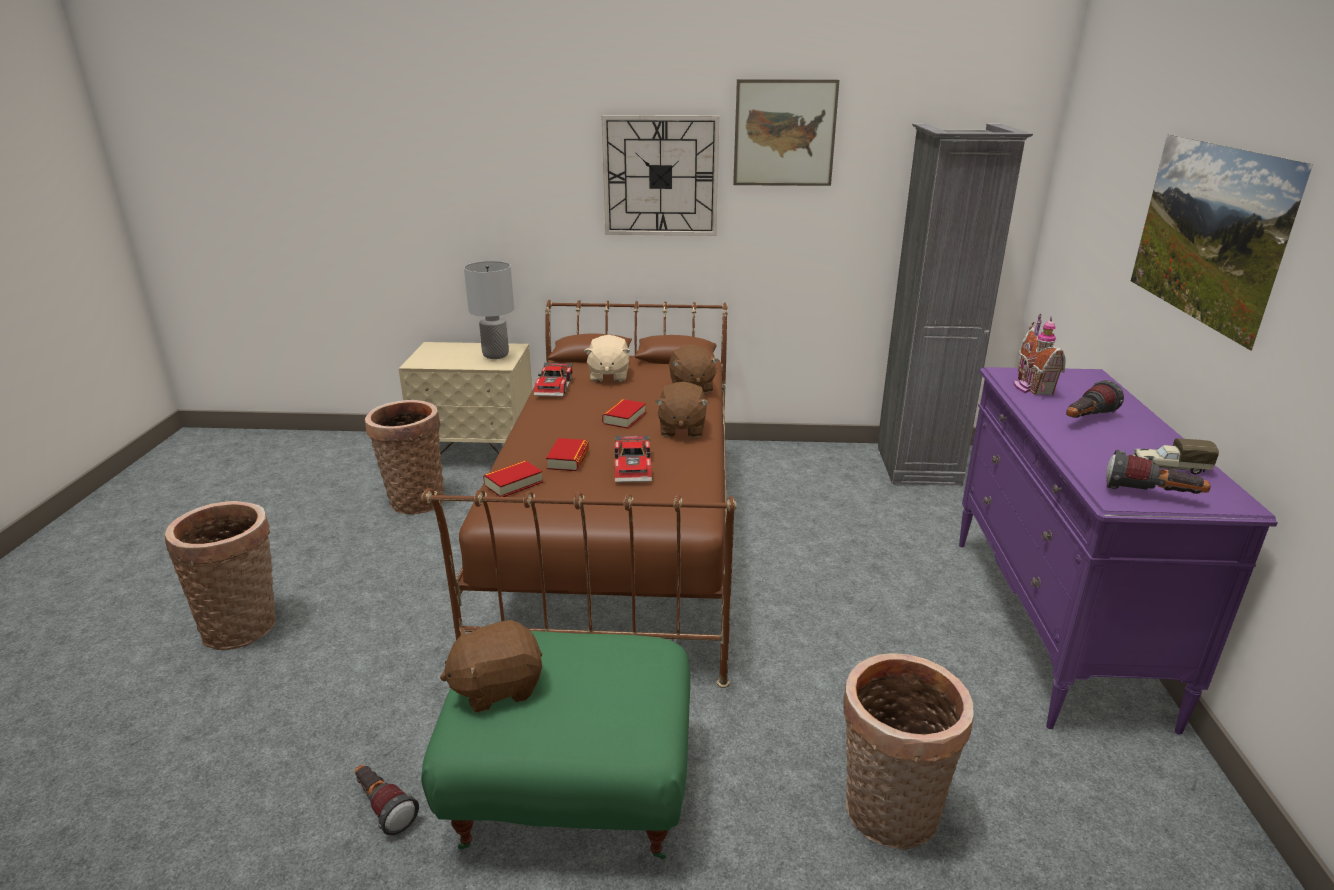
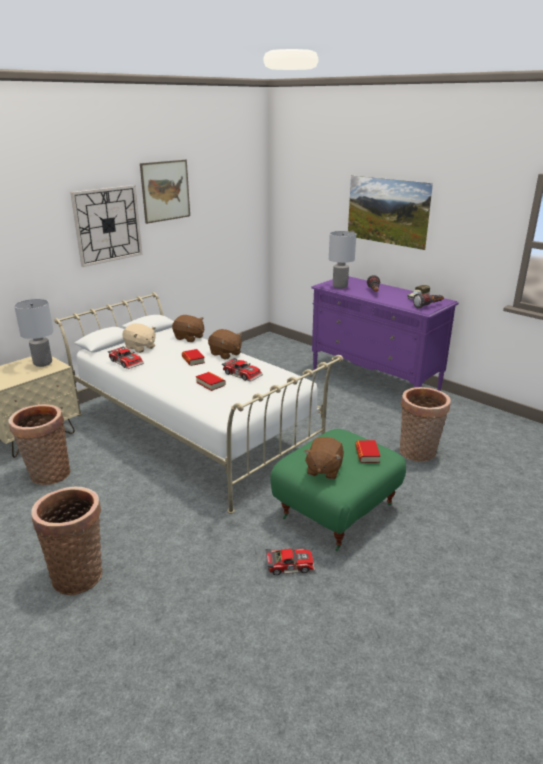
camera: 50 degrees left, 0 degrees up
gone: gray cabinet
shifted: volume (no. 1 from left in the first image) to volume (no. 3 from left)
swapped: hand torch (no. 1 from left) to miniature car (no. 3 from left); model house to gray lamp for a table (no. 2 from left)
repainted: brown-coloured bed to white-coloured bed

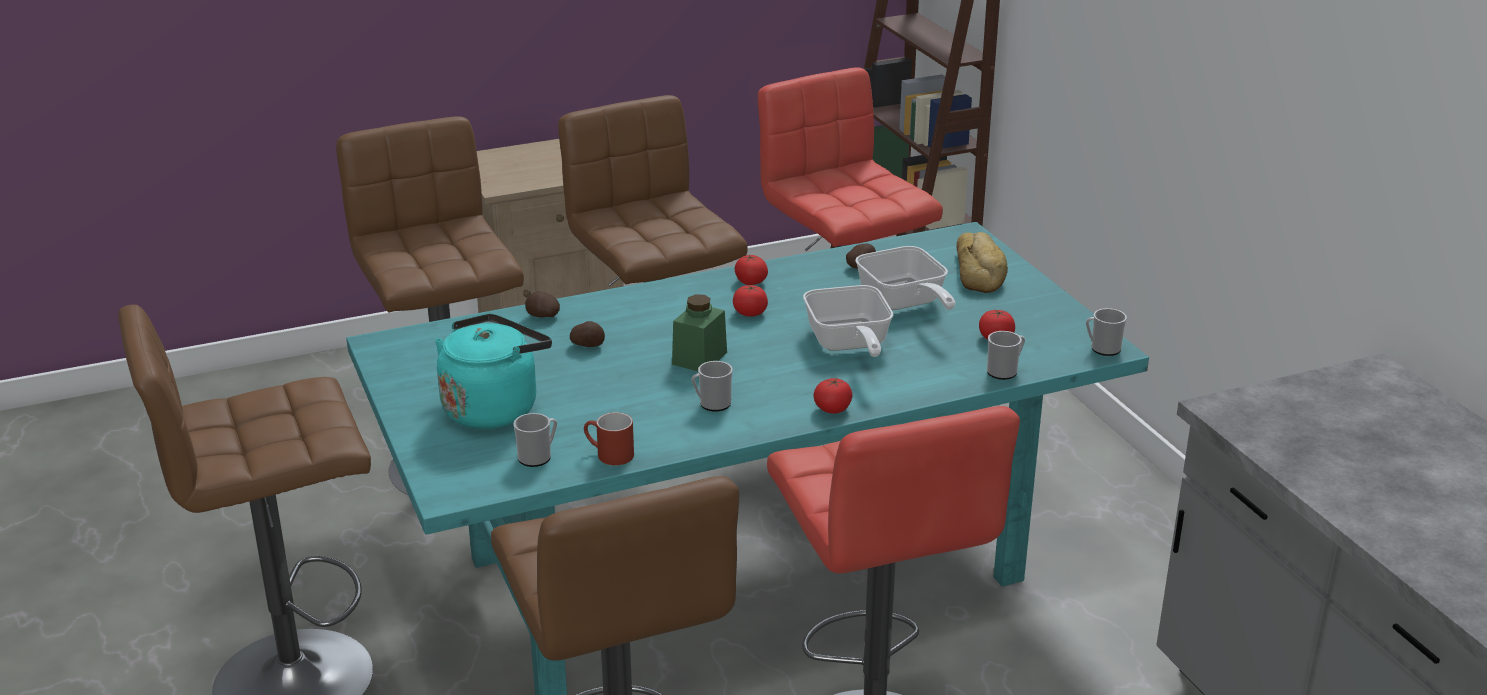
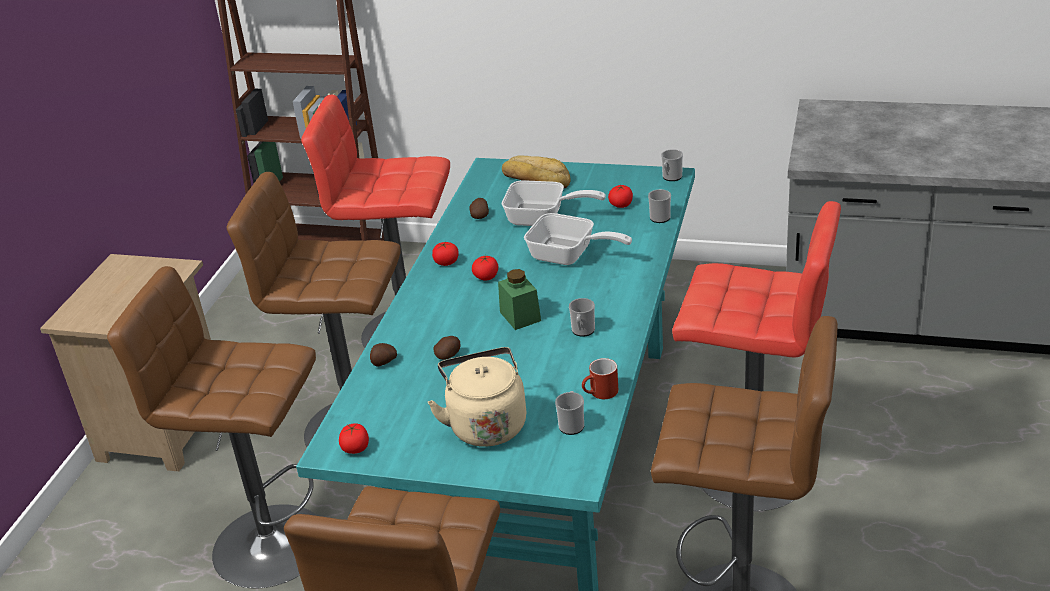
camera: 50 degrees left, 5 degrees up
shifted: fresh tomato (no. 3 from left in the first image) to fresh tomato (no. 1 from left)
repainted: turquoise-coloured tea kettle to sand-coloured tea kettle

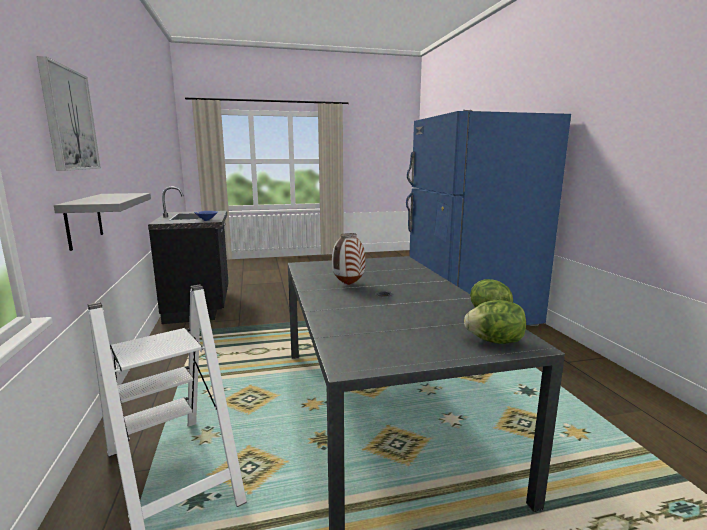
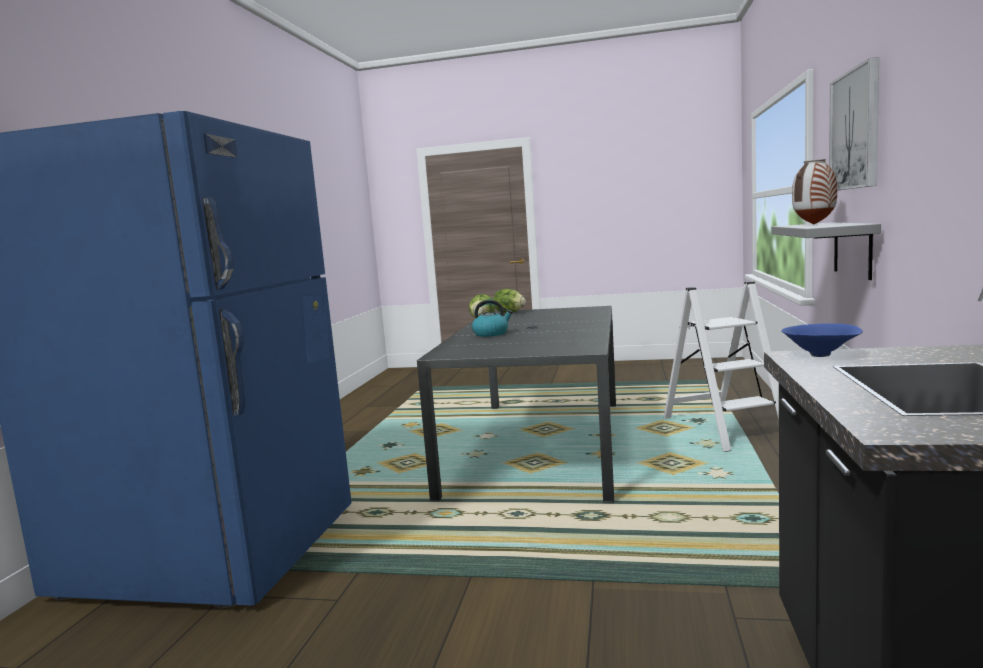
camera: 155 degrees left, 5 degrees down
new: tea kettle
shifted: vase

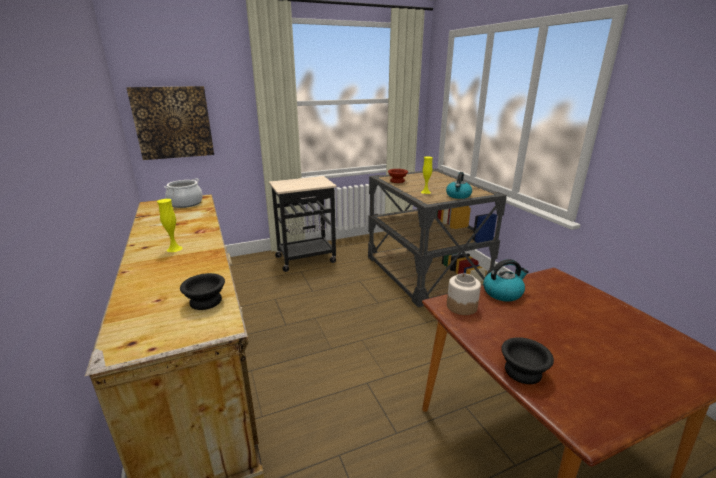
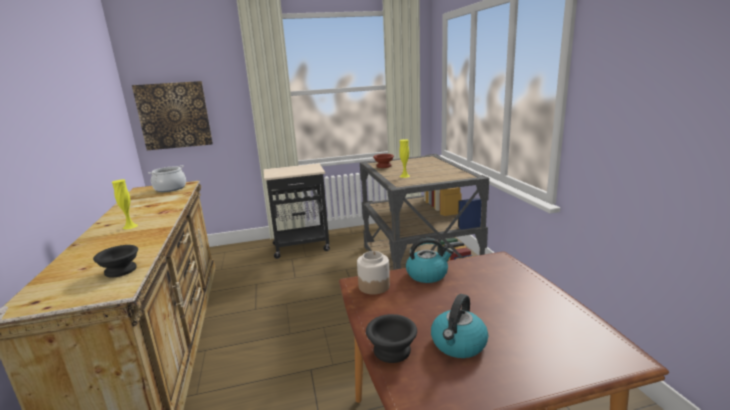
camera: 10 degrees right, 5 degrees down
shifted: tea kettle (no. 1 from left in the first image) to tea kettle (no. 2 from left)

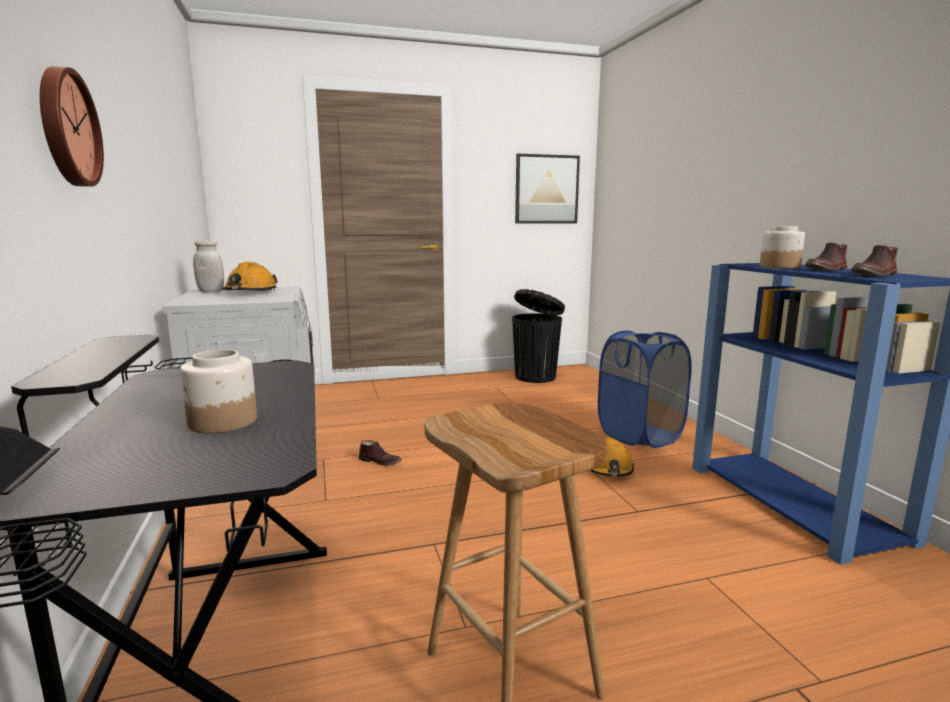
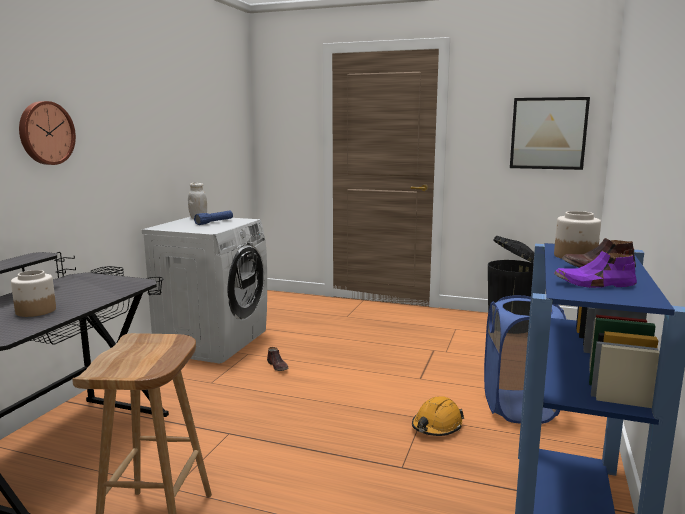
camera: 35 degrees right, 0 degrees up
swapped: orangey hard hat (no. 1 from left) to bluish hand torch
repainted: brown-coloured item of footwear (no. 3 from left) to purple-coloured item of footwear

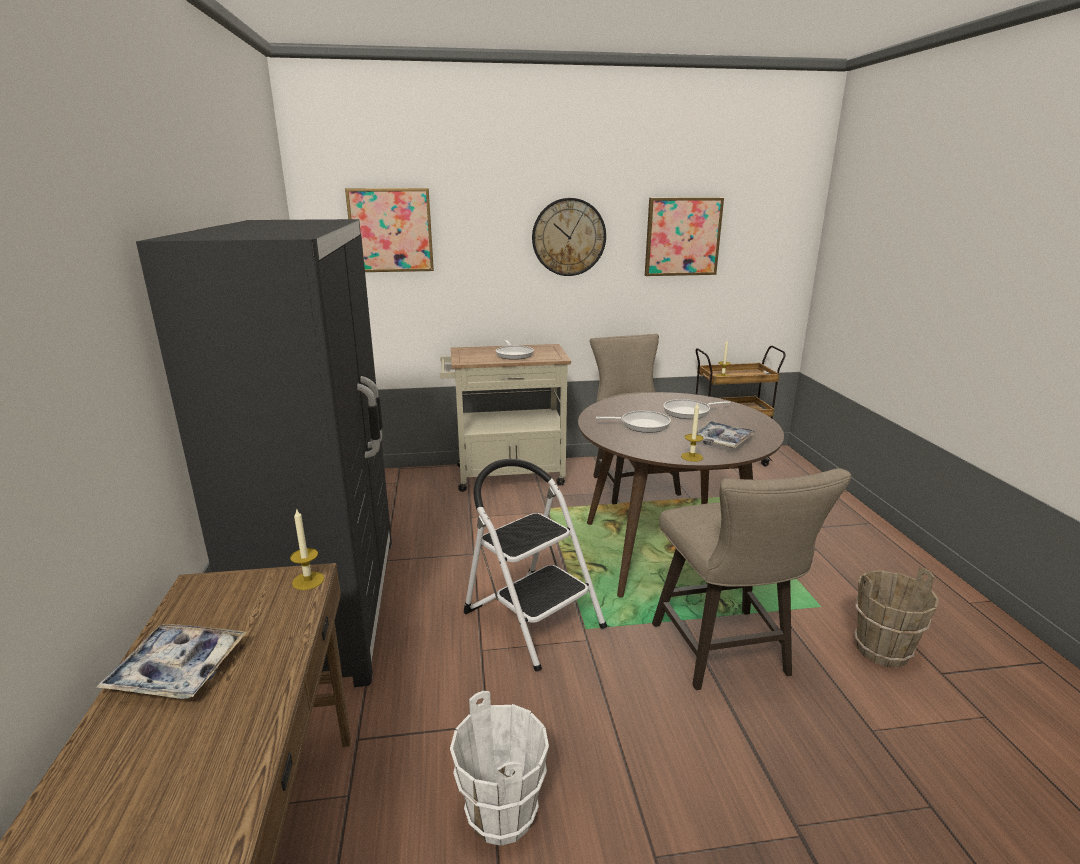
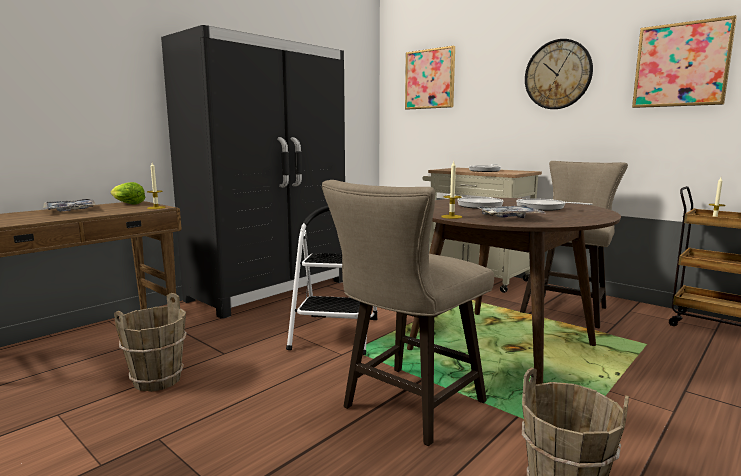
camera: 50 degrees right, 10 degrees down
new: lettuce head
repainted: white-coloured water bucket to brown-coloured water bucket (no. 1 from left)

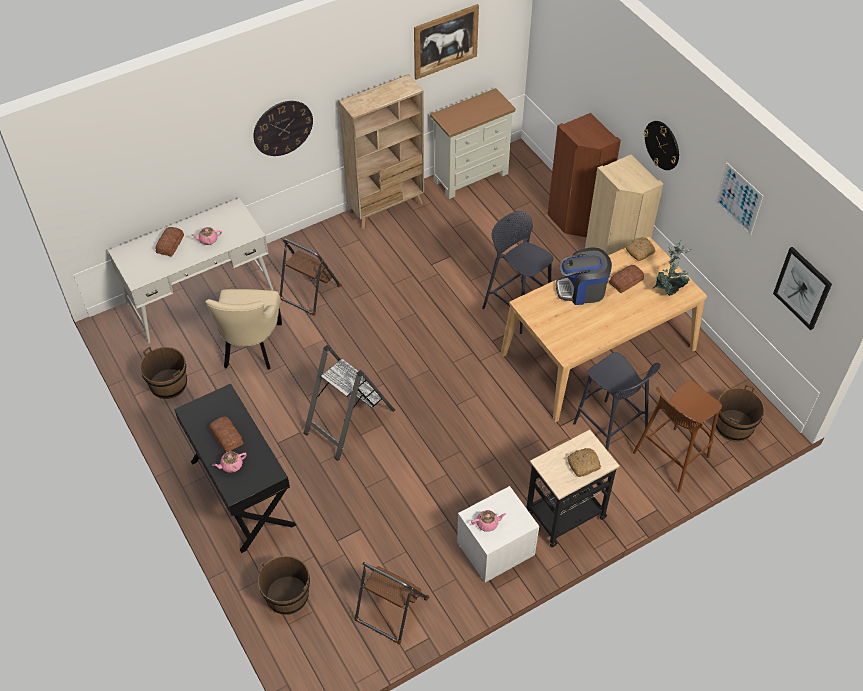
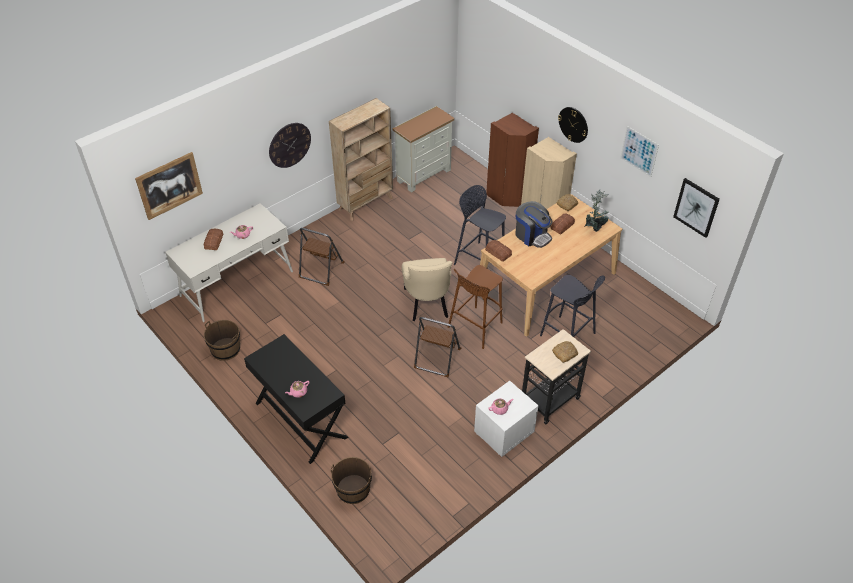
camera: 10 degrees left, 5 degrees down
gone: gray step ladder; brown-coloured water bucket (no. 3 from left)
shifted: picture (no. 1 from left); sand-coloured chair; brown-coloured step ladder (no. 2 from left); brown-coloured sitting stool; bakery bread (no. 2 from left)
rotated: coffee brewer 120 degrees counterclockwise

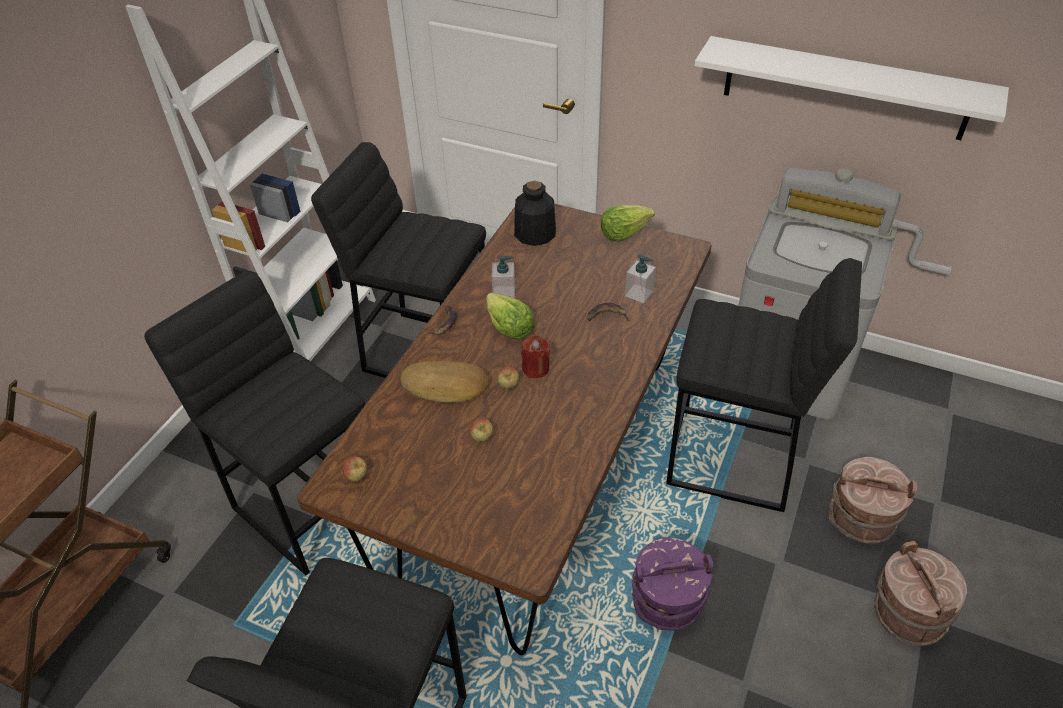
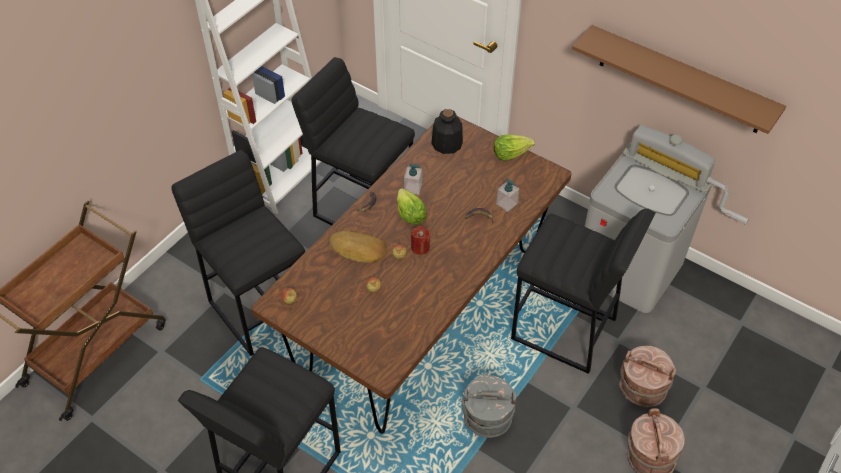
camera: 10 degrees right, 5 degrees up
repainted: purple-coloured water bucket to gray water bucket; white-coloured shelf to brown-coloured shelf

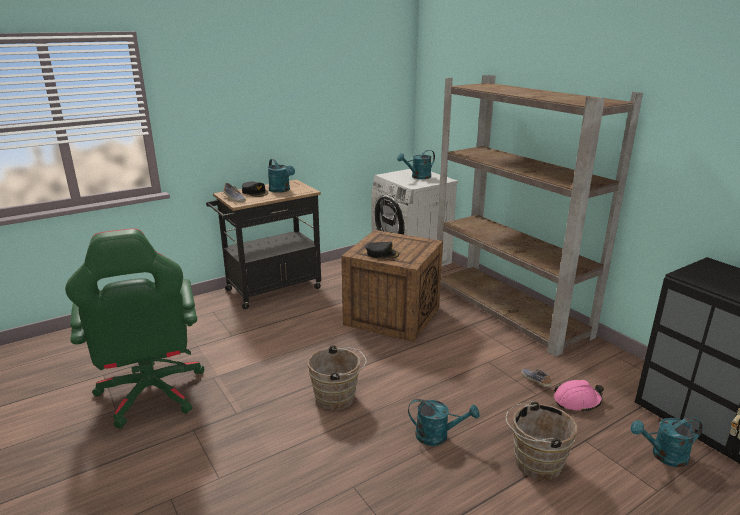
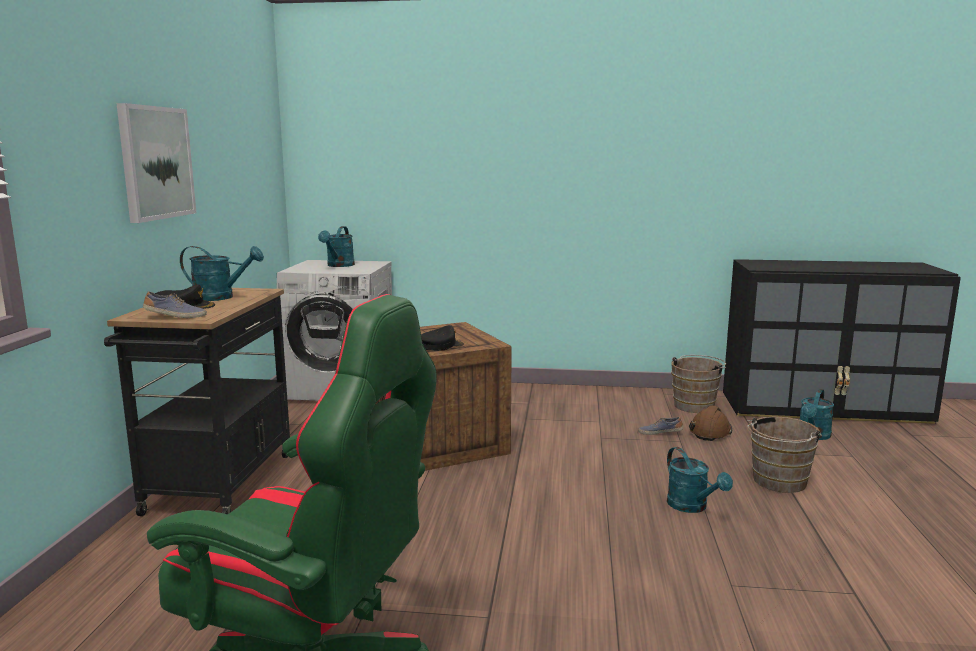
camera: 50 degrees left, 10 degrees down
gone: brown-coloured bookshelf
new: picture
shifted: brown-coloured water bucket (no. 1 from left)
repainted: pink hard hat to brown-coloured hard hat
rotated: turquoise-coloured watering pot (no. 3 from left) 105 degrees clockwise

